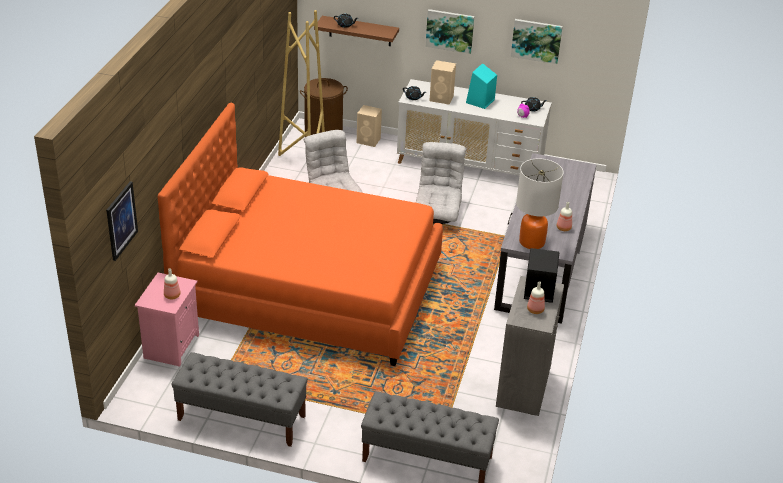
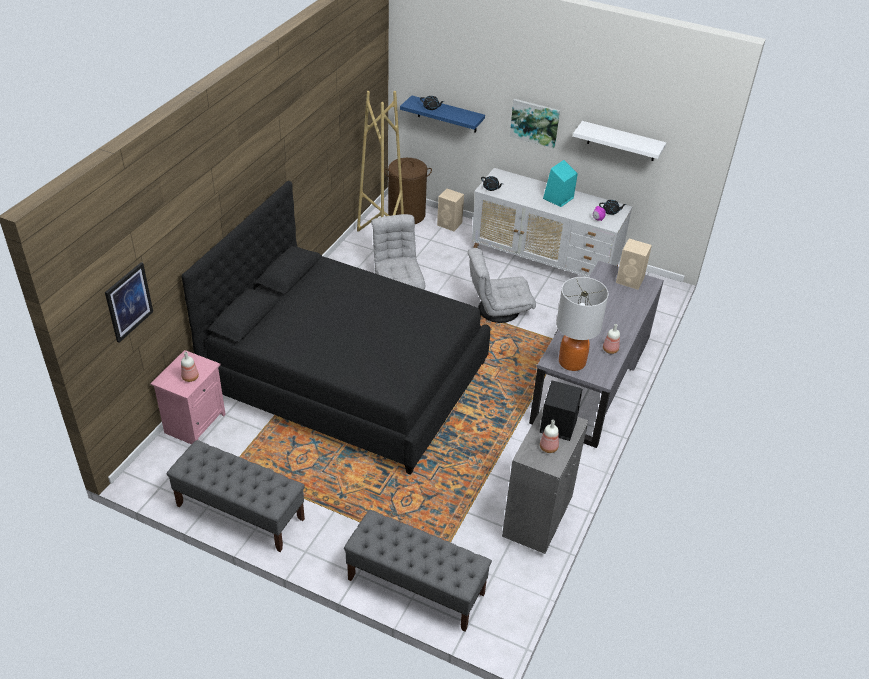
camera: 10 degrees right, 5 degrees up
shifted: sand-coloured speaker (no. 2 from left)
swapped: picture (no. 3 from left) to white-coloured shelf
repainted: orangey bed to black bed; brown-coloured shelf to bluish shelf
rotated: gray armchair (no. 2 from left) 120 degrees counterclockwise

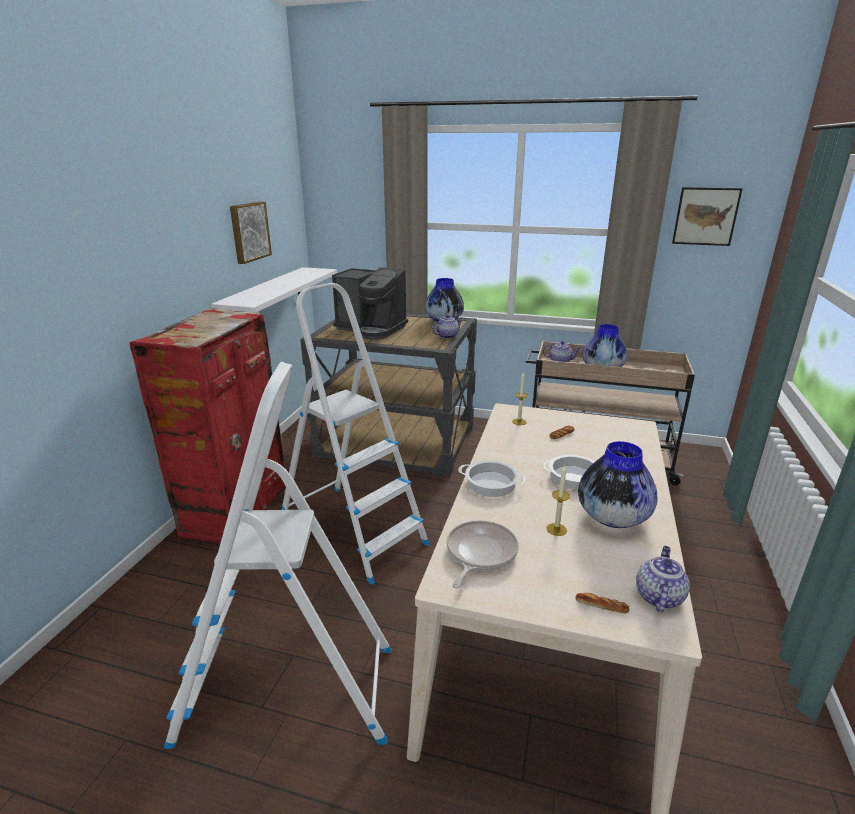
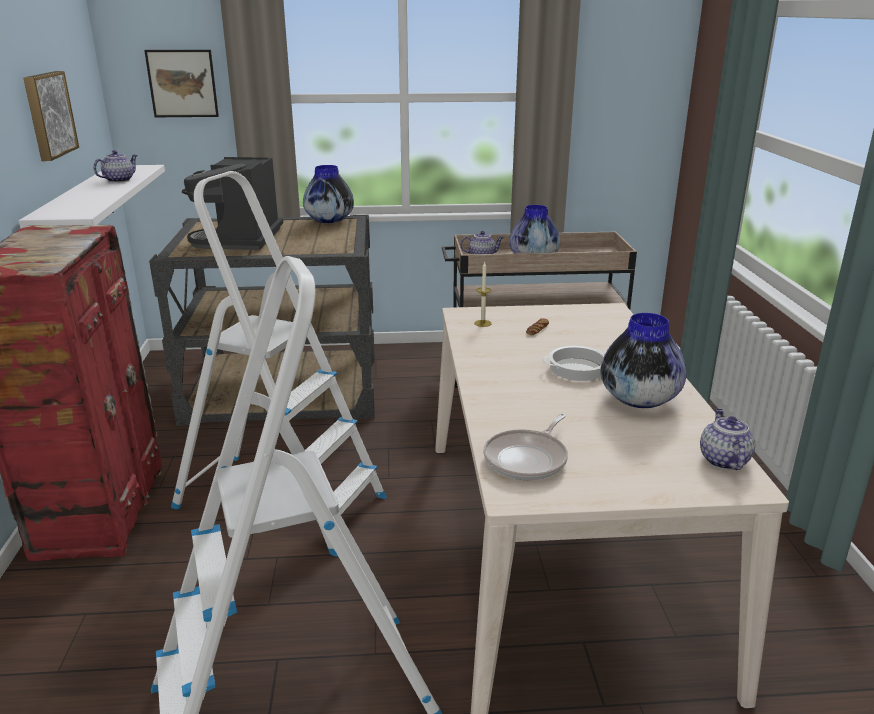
camera: 20 degrees left, 0 degrees up
gone: stockpot (no. 1 from left); wax light (no. 2 from left); bakery bread (no. 2 from left)
shifted: teapot (no. 1 from left); picture (no. 2 from left)
rotated: coffee brewer 90 degrees clockwise; skillet 150 degrees counterclockwise

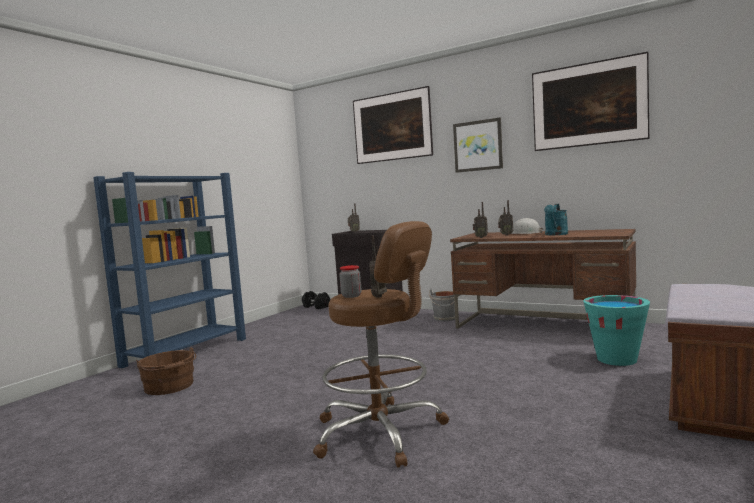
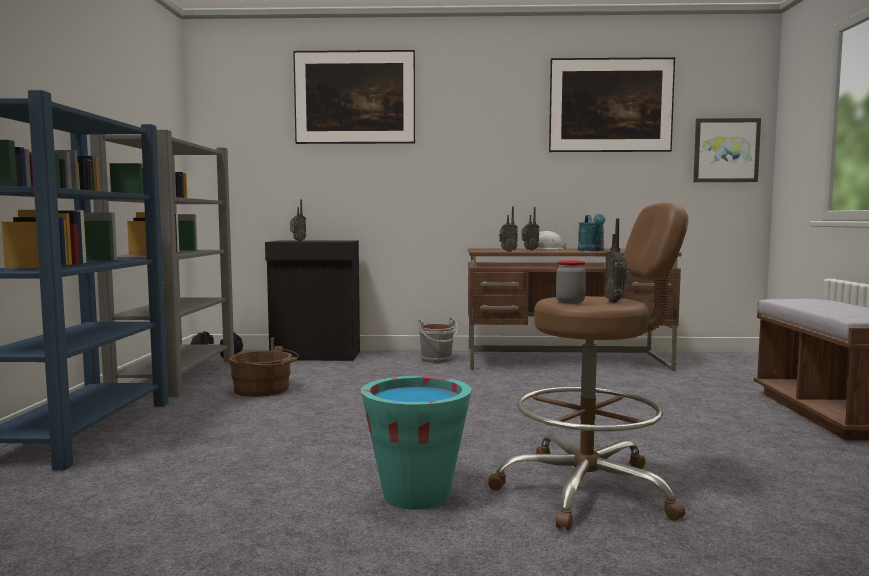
camera: 30 degrees left, 0 degrees up
new: gray bookshelf
shifted: brown-coloured water bucket; turquoise-coloured water bucket; picture (no. 2 from left in the first image) to picture (no. 3 from left)

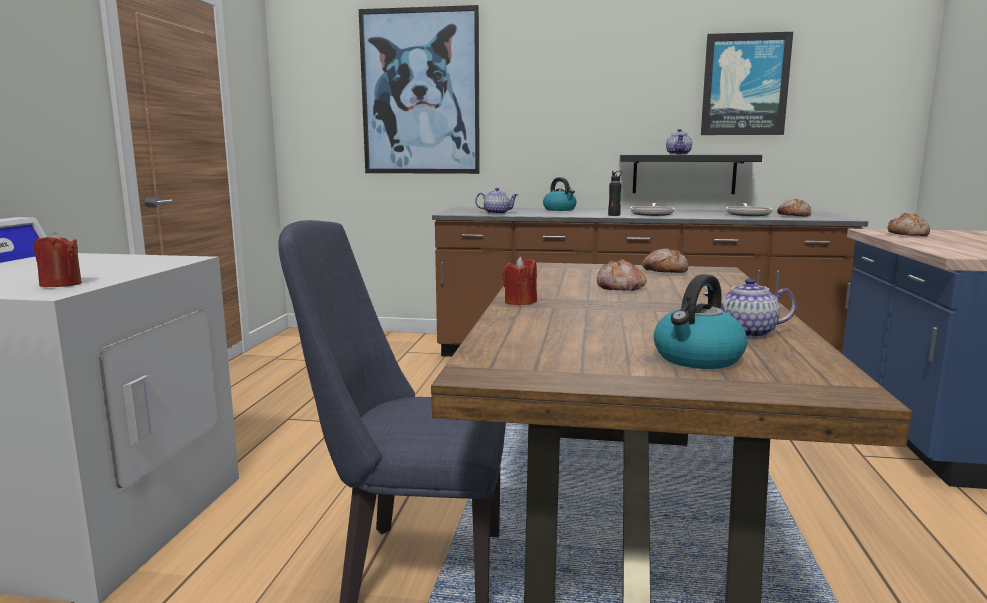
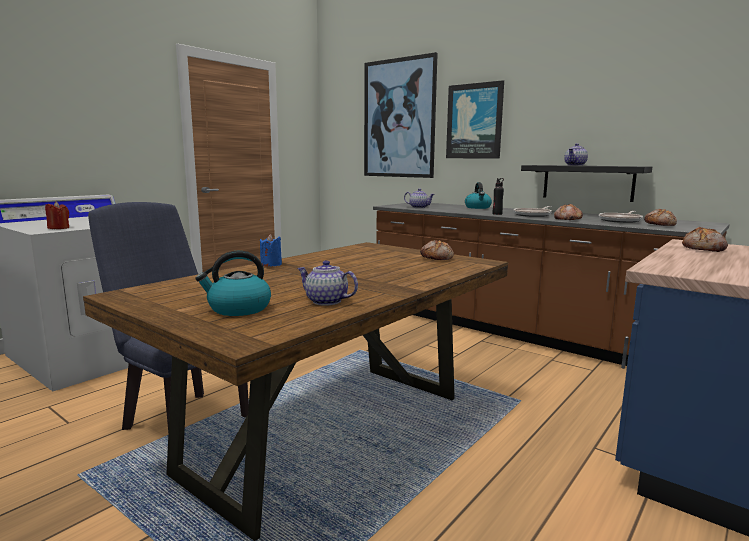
camera: 30 degrees right, 0 degrees up
shifted: picture (no. 2 from left); bakery bread (no. 1 from left in the first image) to bakery bread (no. 2 from left)
repainted: reddish wax light (no. 2 from left) to bluish wax light

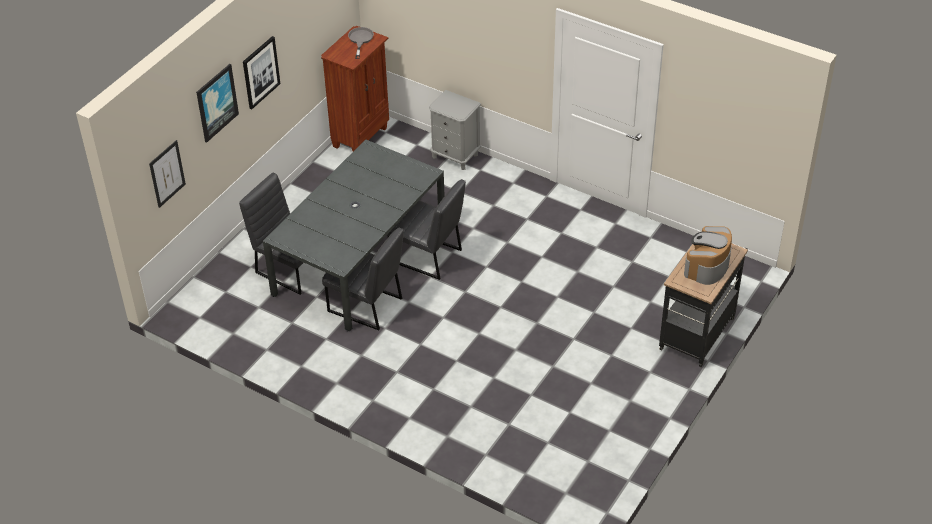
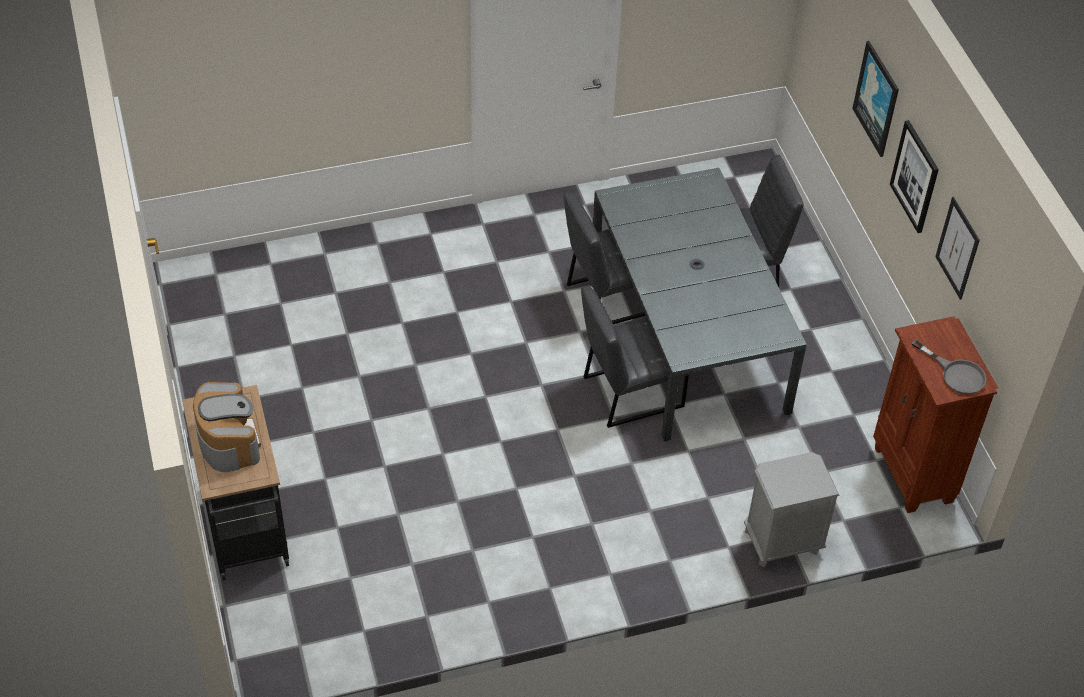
camera: 130 degrees right, 5 degrees up
shifted: picture (no. 1 from left in the first image) to picture (no. 3 from left)

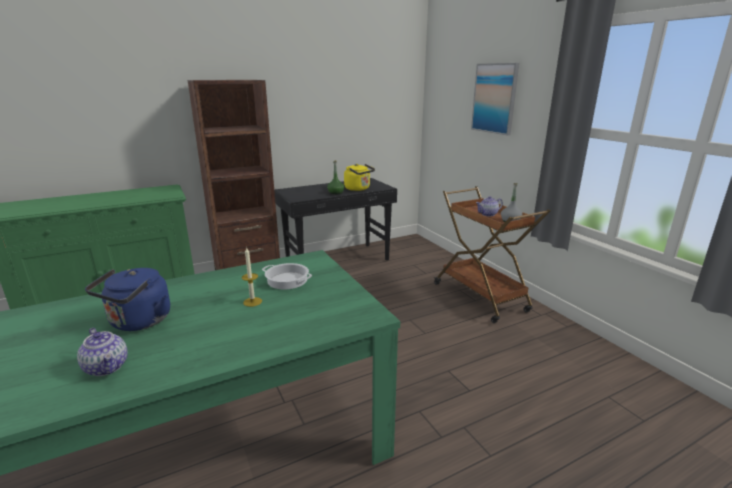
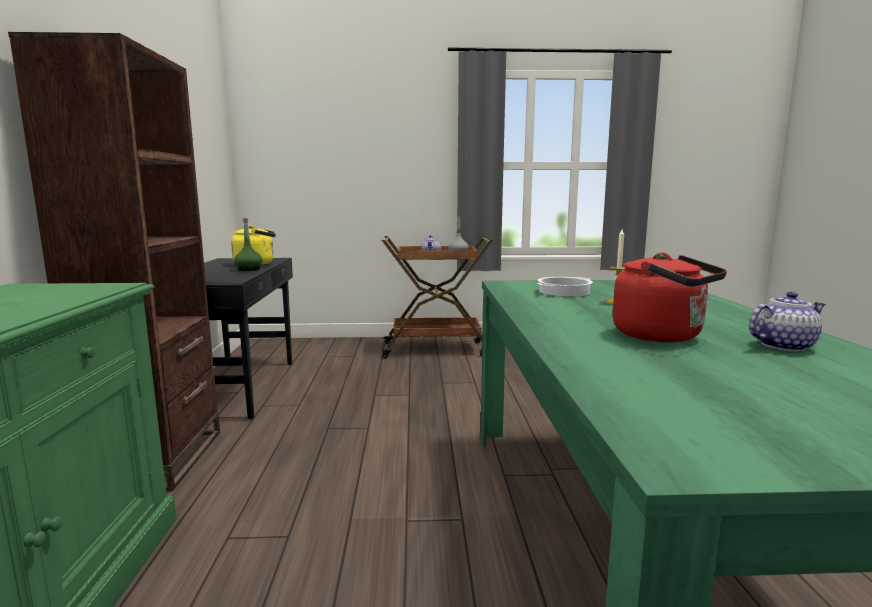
camera: 65 degrees left, 10 degrees down
gone: picture
repainted: bluish tea kettle to reddish tea kettle

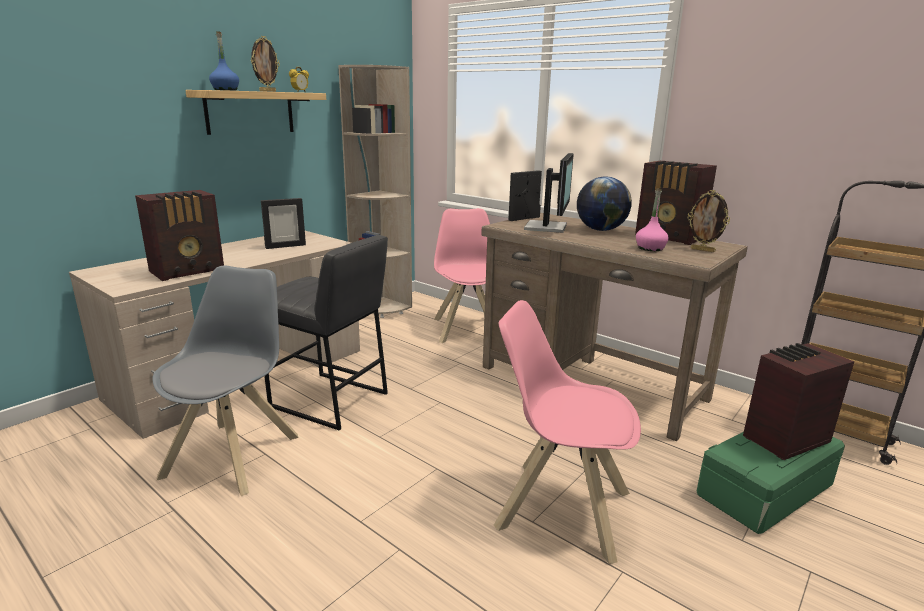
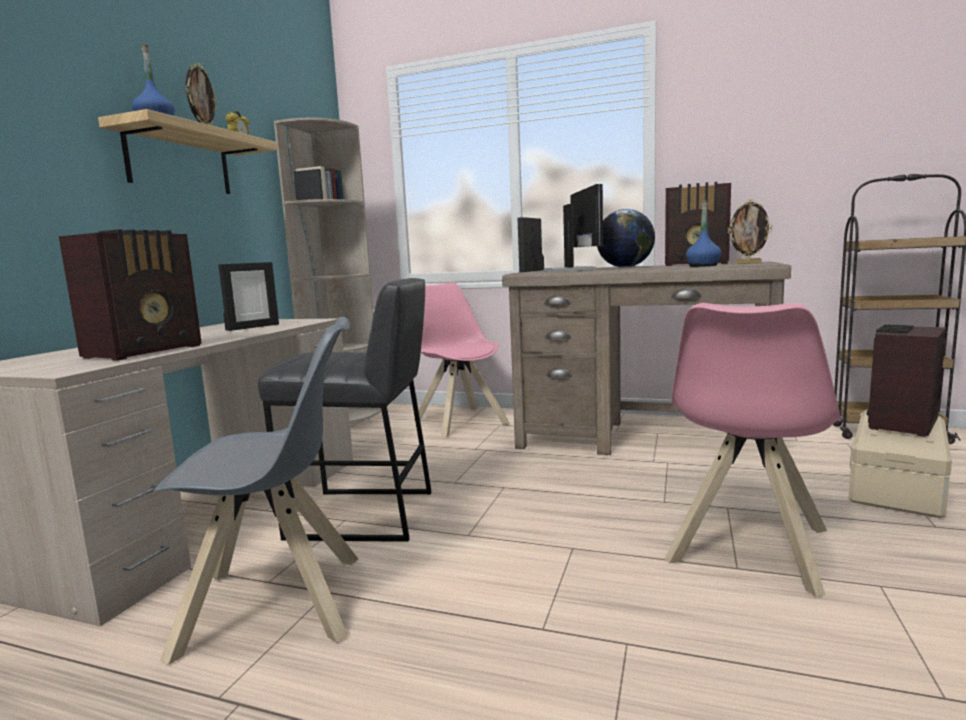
camera: 20 degrees left, 10 degrees down
repainted: pink drink bottle to bluish drink bottle (no. 2 from left); green-coloured storage bin to sand-coloured storage bin
rotated: gray chair 90 degrees clockwise; pink chair (no. 2 from left) 60 degrees counterclockwise

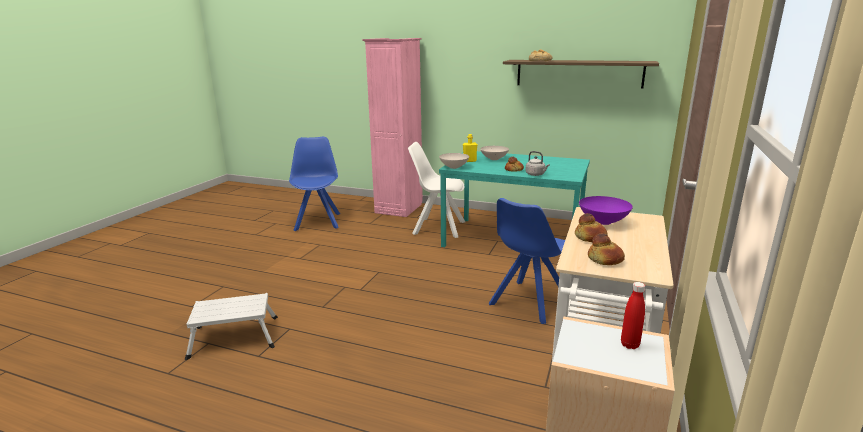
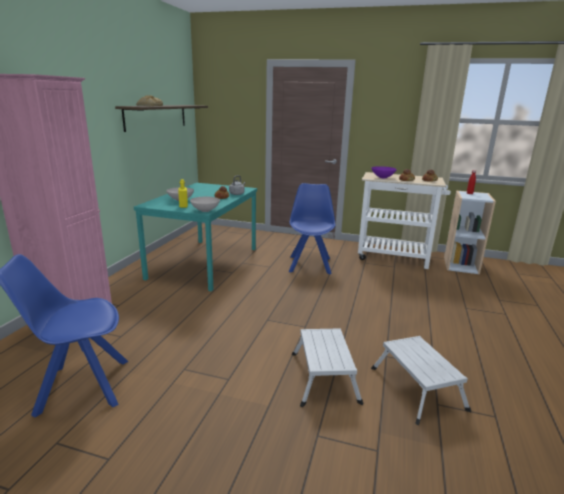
camera: 95 degrees left, 0 degrees up
gone: white-coloured chair
new: white-coloured step ladder (no. 1 from left)
rotated: bluish chair (no. 2 from left) 120 degrees counterclockwise

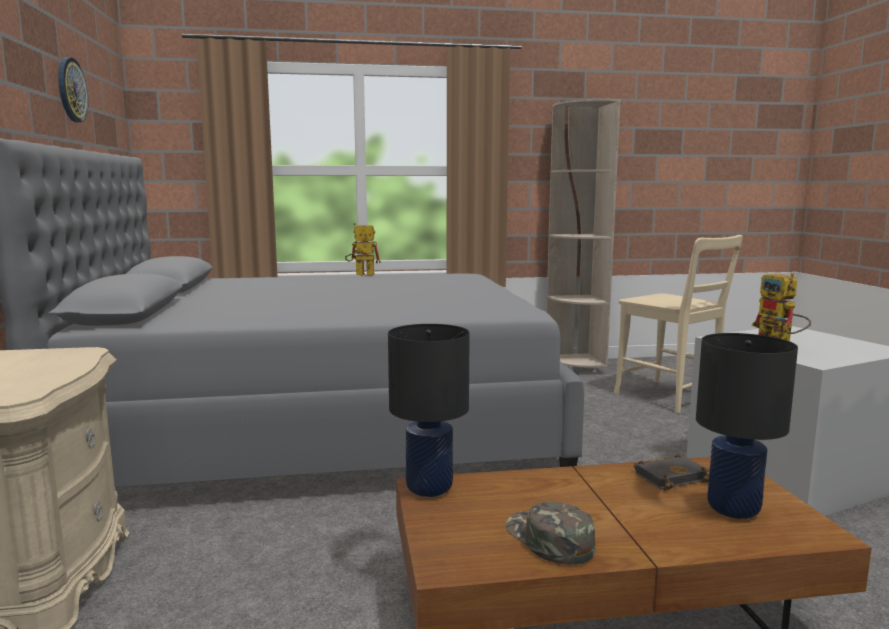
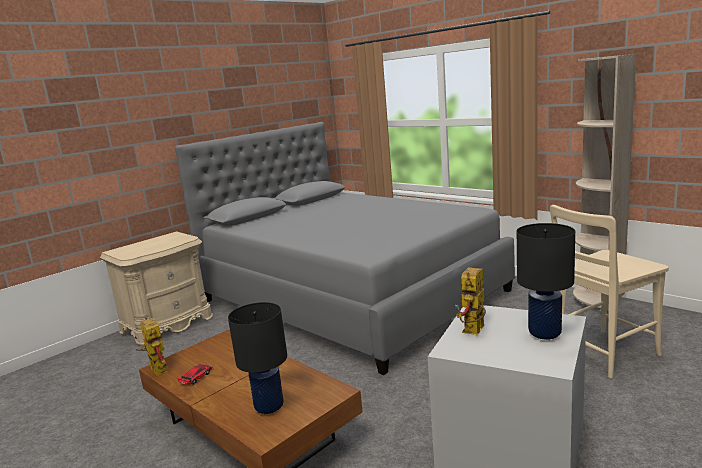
camera: 55 degrees right, 5 degrees up
gone: clock on the wall; black volume
shifted: robot figure (no. 1 from left); black lamp for a table (no. 1 from left in the first image) to black lamp for a table (no. 2 from left)
swapped: green-coloured cap to miniature car
rotated: sand-coloured chair 45 degrees clockwise

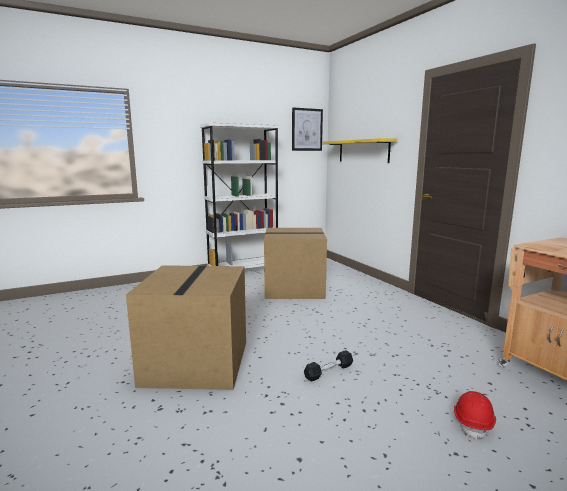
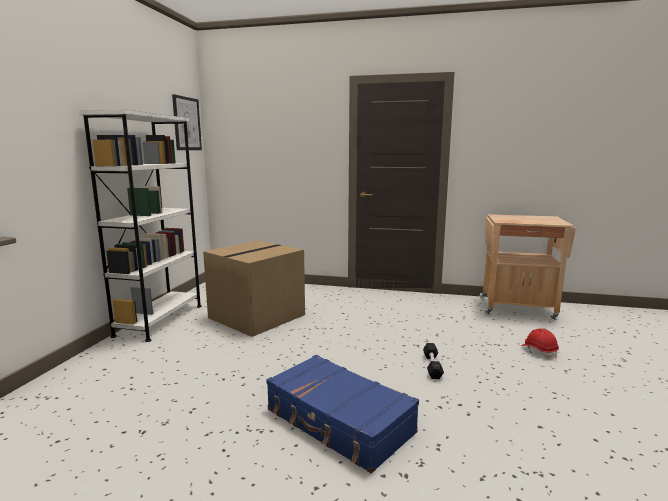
camera: 50 degrees left, 0 degrees up
gone: yellow-coloured shelf
swapped: cardboard box (no. 1 from left) to bluish travel case

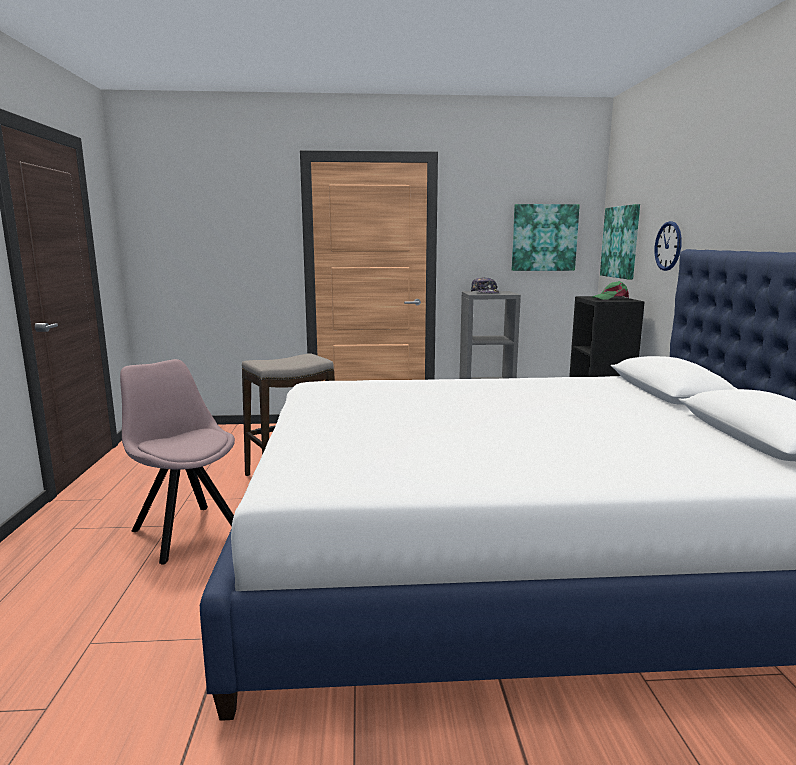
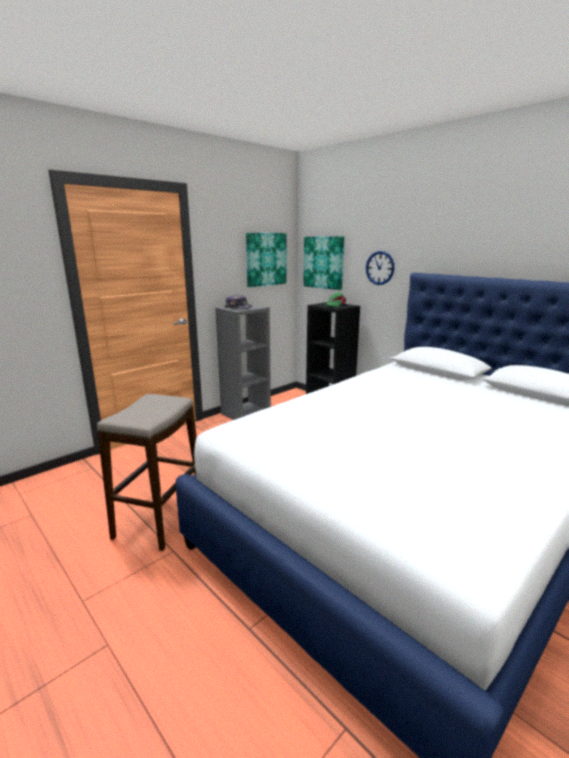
camera: 40 degrees left, 5 degrees up
gone: pink chair

